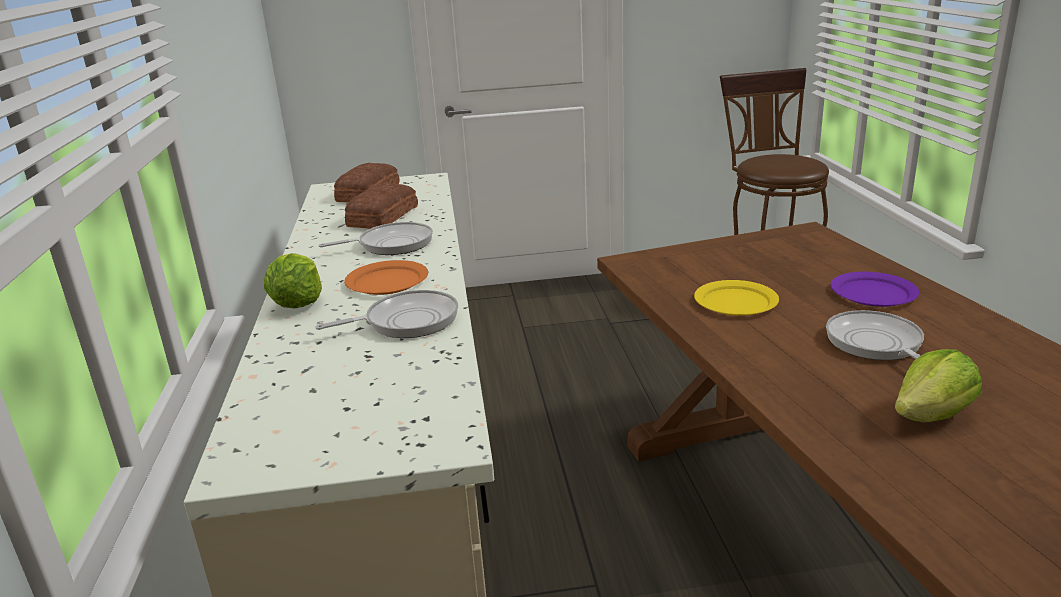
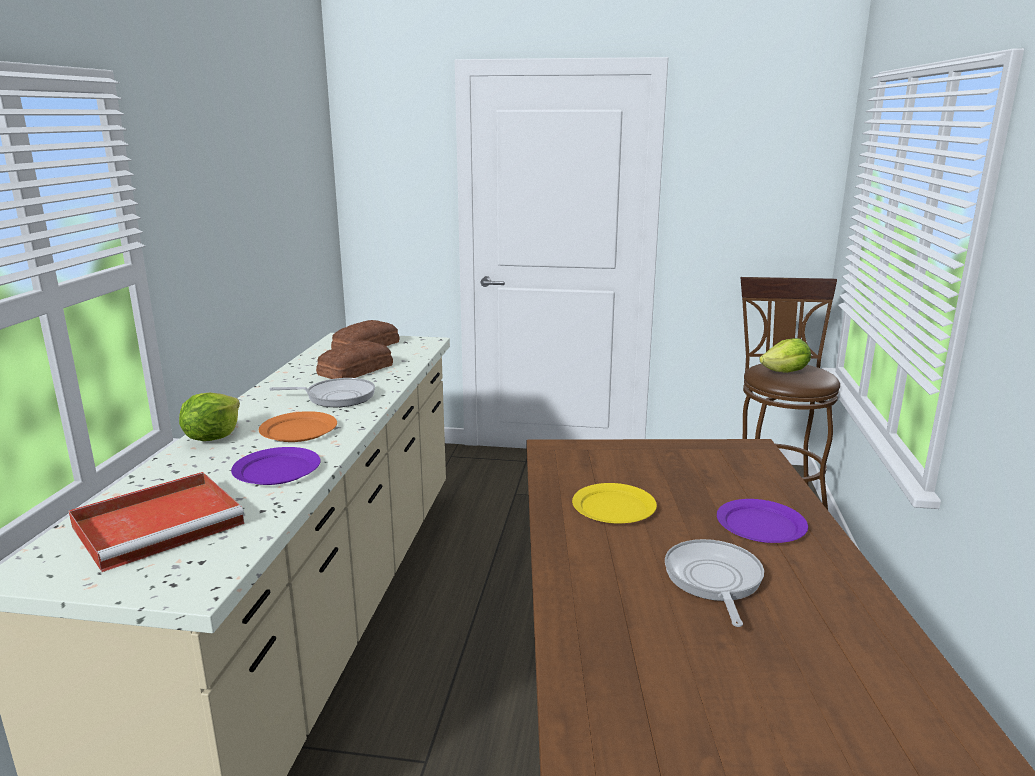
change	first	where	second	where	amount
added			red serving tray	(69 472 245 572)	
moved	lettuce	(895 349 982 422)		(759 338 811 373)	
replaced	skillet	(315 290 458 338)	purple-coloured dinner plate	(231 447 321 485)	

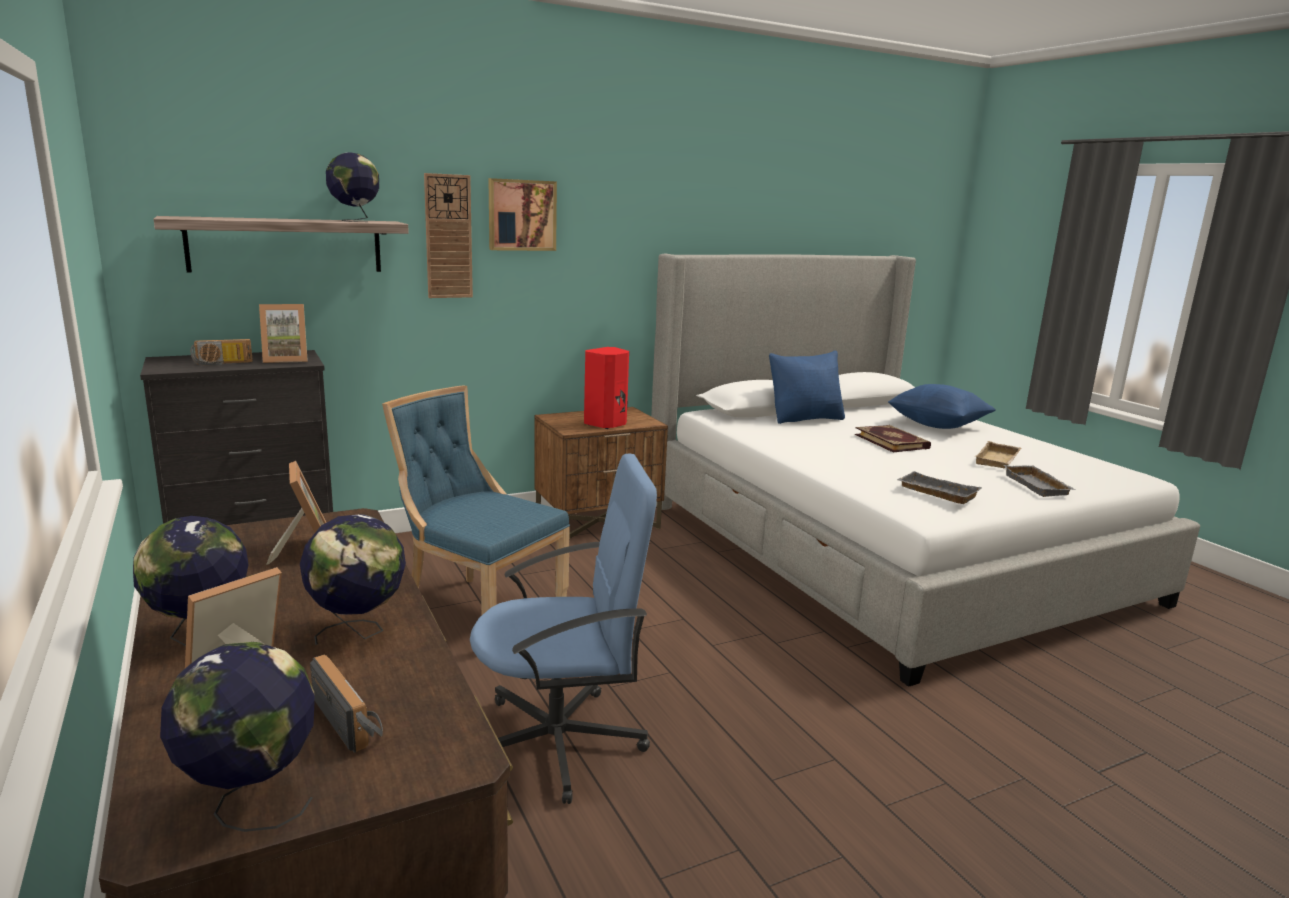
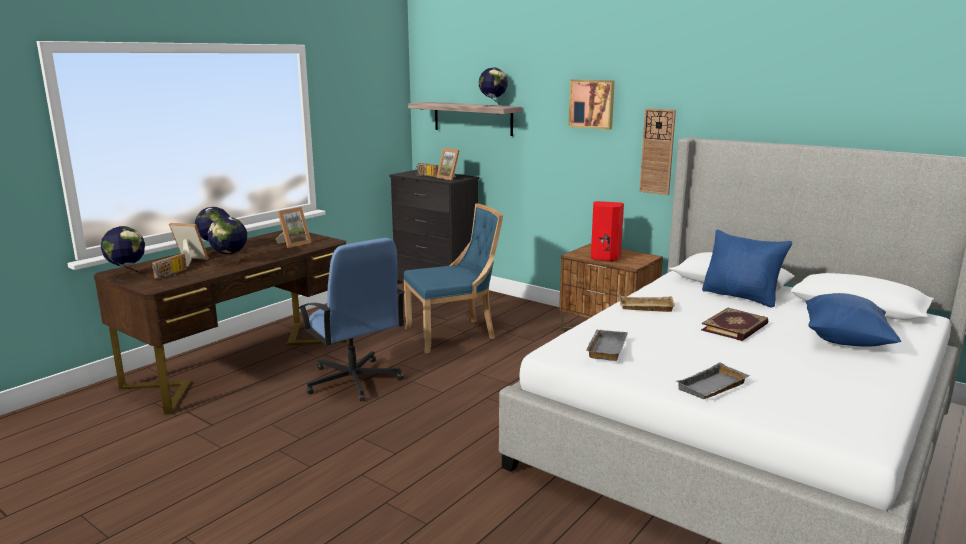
change	first	where	second	where	amount
moved	wall clock	(424 173 473 298)		(639 108 676 195)	
moved	beige serving tray	(975 441 1021 468)		(619 296 675 312)	
turned	blue-coloured plain chair	(382 386 570 616)		(404 203 503 353)	60 degrees clockwise

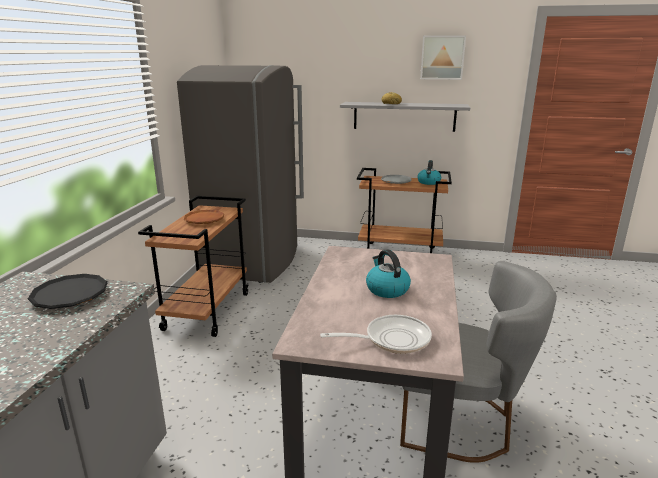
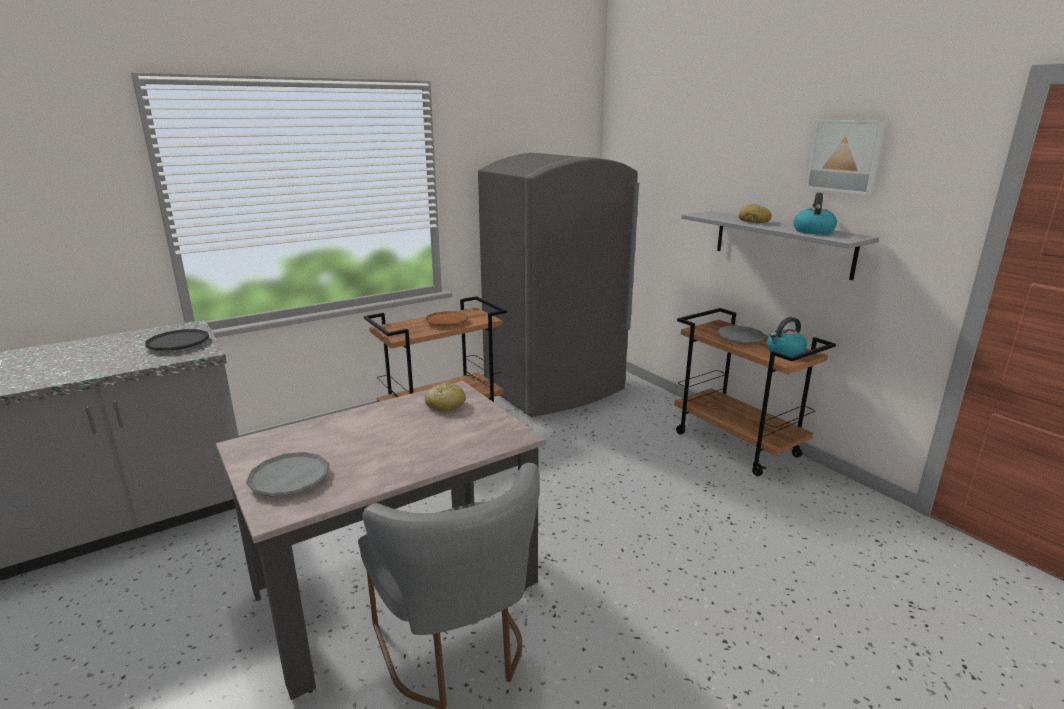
change	first	where	second	where	amount
added			baked bread	(425 383 466 412)	
moved	tea kettle	(366 249 411 298)		(794 193 837 234)	
replaced	skillet	(320 315 432 354)	gray dinner plate	(246 452 329 497)	

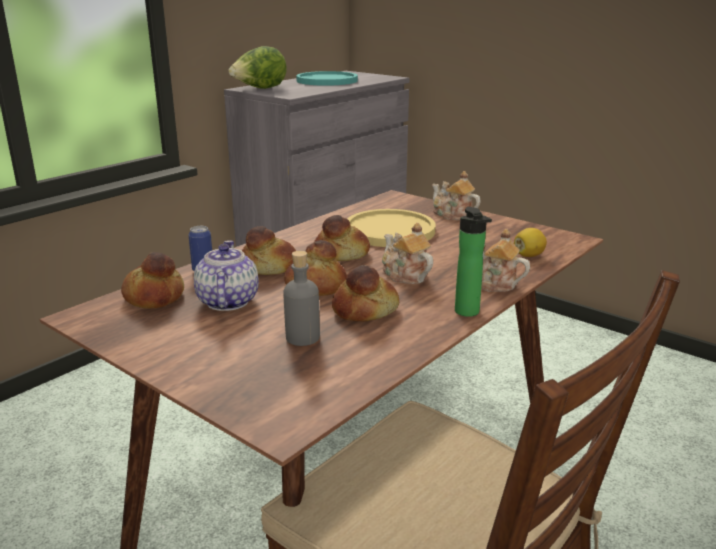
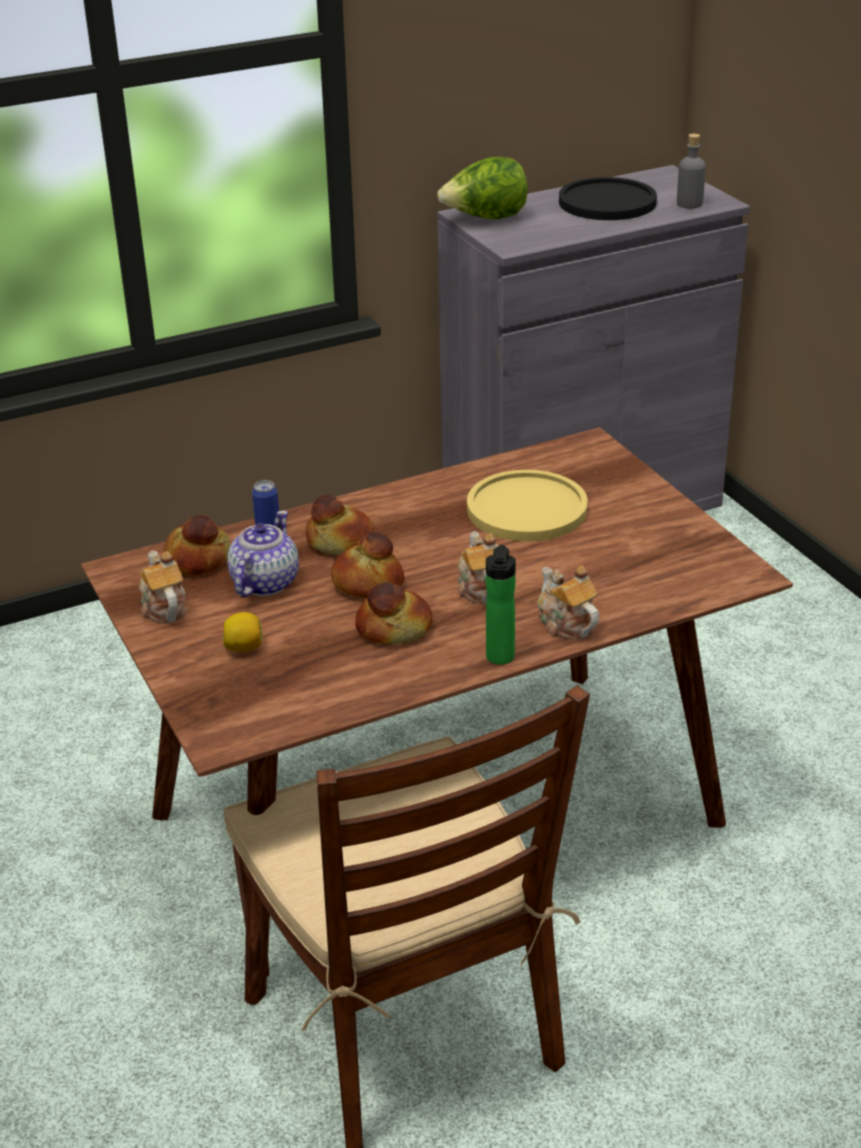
change	first	where	second	where	amount
removed	baked bread	(314 215 370 261)			
moved	gray drink bottle	(283 251 320 346)		(677 134 706 209)	
moved	teapot	(432 171 481 220)		(139 551 187 623)	
moved	lemon	(514 228 547 257)		(222 612 263 652)	
recoloured	turquoise dinner plate	(296 71 358 86)	blackish dinner plate	(559 177 657 220)	

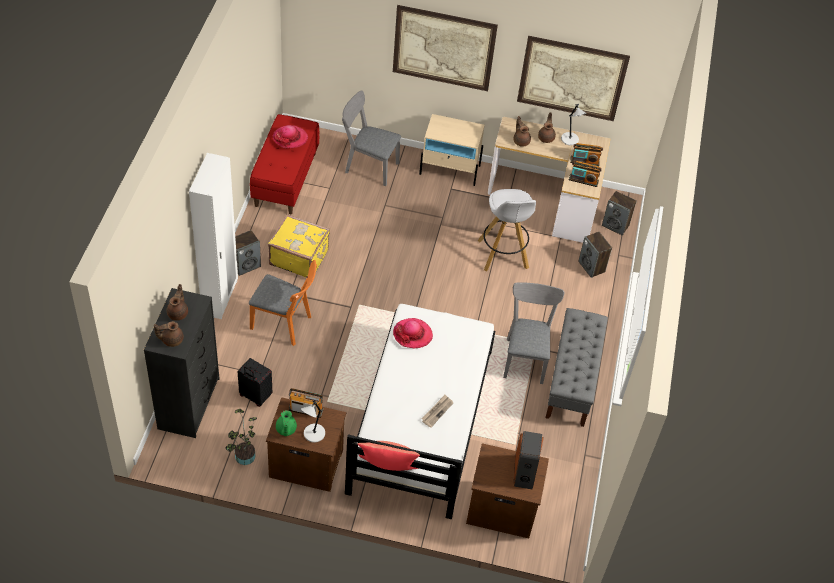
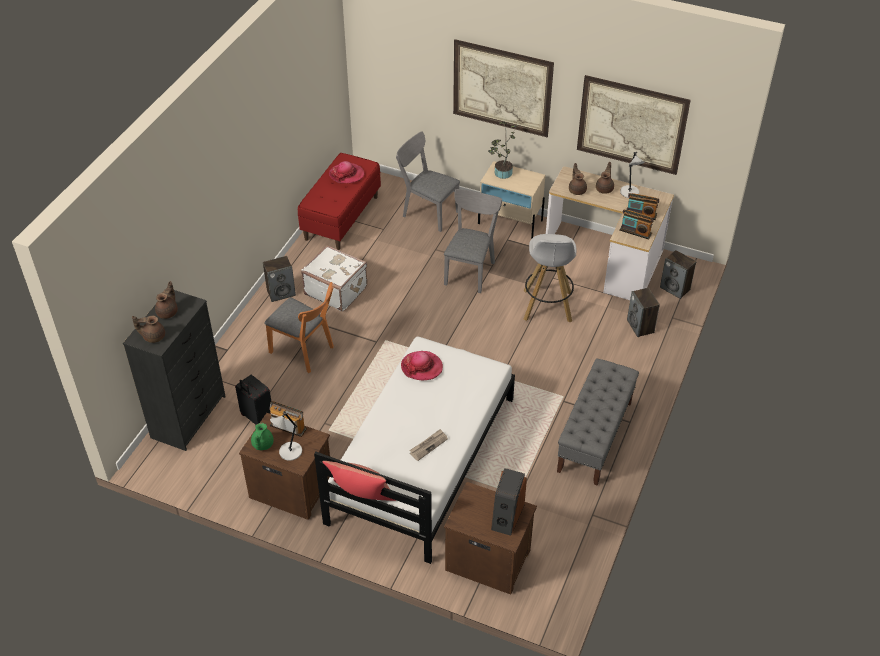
change	first	where	second	where	amount
removed	whitish clothes cupboard	(189 153 238 319)			
moved	potted plant	(225 409 257 465)		(488 122 517 179)	
moved	gray plain chair	(503 282 565 384)		(444 189 502 293)	
recoloured	yellow travel case	(268 214 330 278)	whitish travel case	(301 245 367 311)	

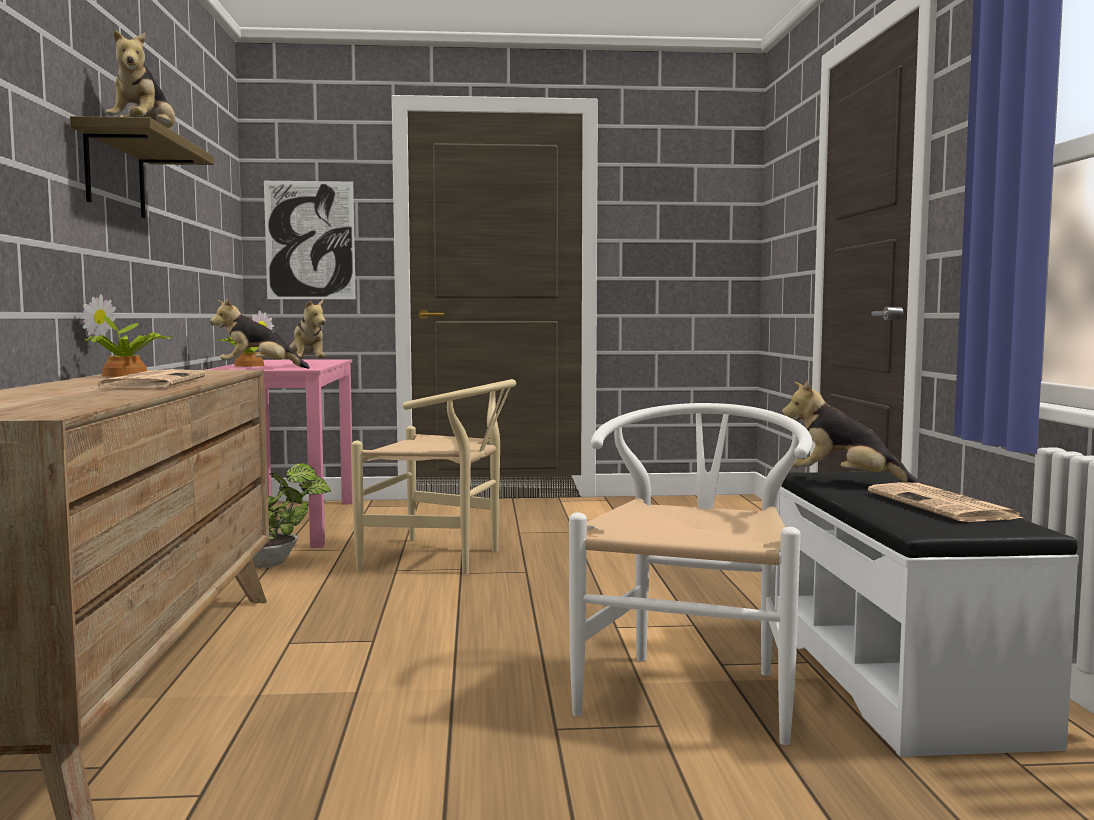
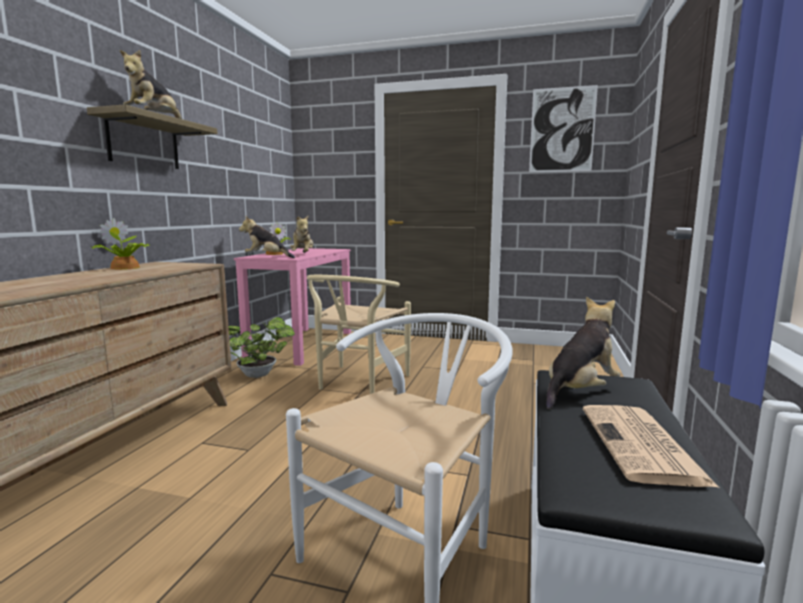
change	first	where	second	where	amount
removed	printed paper	(91 369 206 389)			
moved	picture	(264 181 356 299)		(529 85 598 172)	
turned	beige plain chair	(351 379 516 574)		(307 275 411 394)	75 degrees clockwise
turned	soft toy	(782 381 921 483)		(546 296 620 409)	90 degrees clockwise

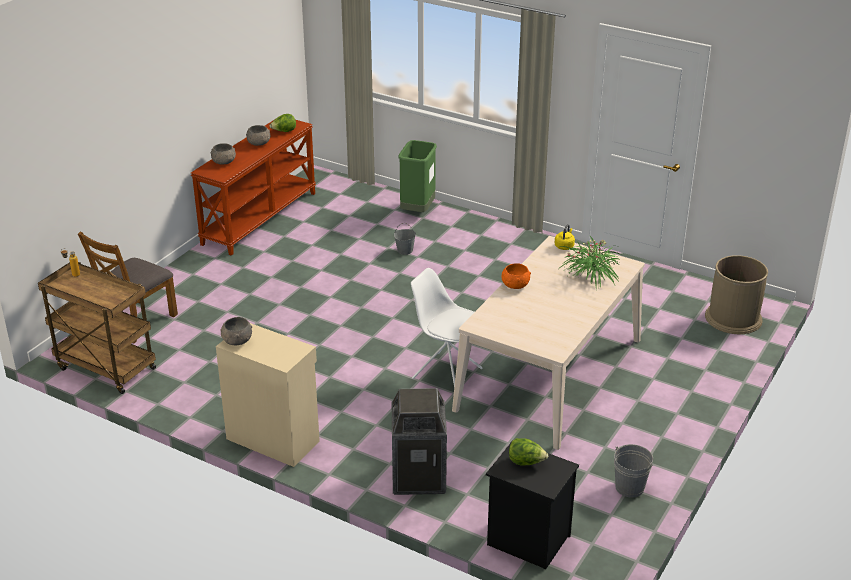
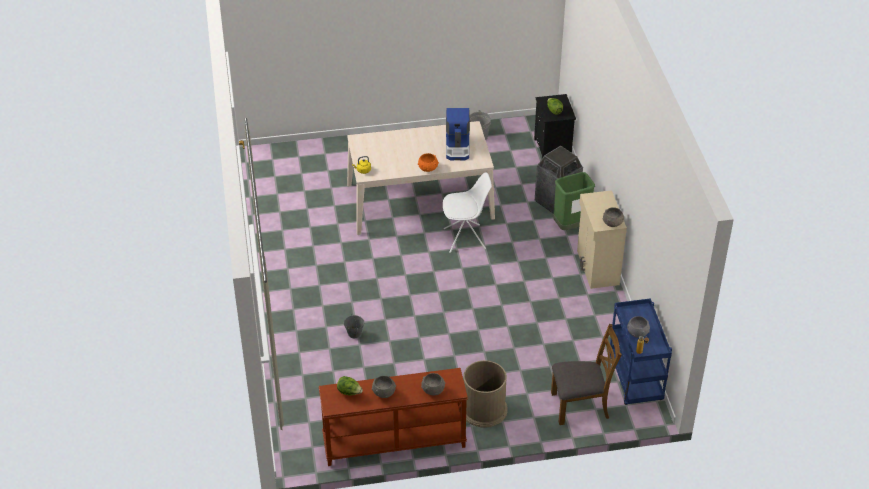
change	first	where	second	where	amount
removed	potted plant	(560 235 622 289)			
added			coffee brewer	(446 108 470 161)	
added			gray serving bowl	(627 316 650 338)	
moved	greenish rubbish bin	(398 140 437 212)		(553 172 595 230)	
moved	brown rubbish bin	(705 255 768 334)		(463 360 508 428)	
recoloured	brown trolley	(38 262 156 394)	blue-coloured trolley	(610 298 672 405)	
turned	whitish plain chair	(411 268 482 386)		(443 172 492 253)	90 degrees counterclockwise

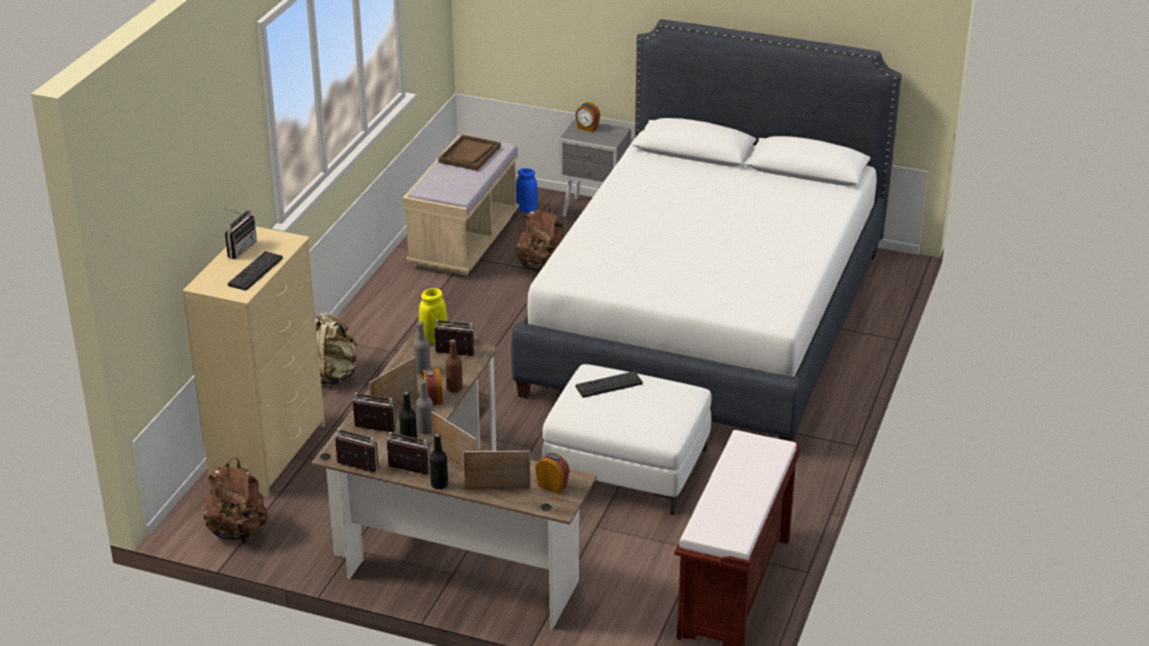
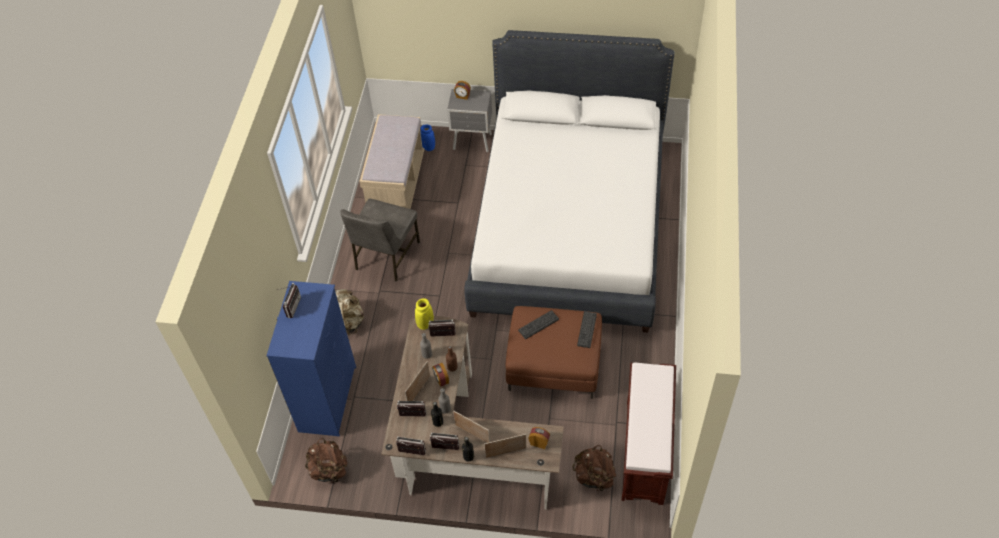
change	first	where	second	where	amount
removed	brown serving tray	(438 135 501 171)			
added			gray plain chair	(340 199 420 282)	
moved	computer keyboard	(228 251 283 291)		(577 311 597 348)	
moved	brown rucksack	(516 204 564 272)		(572 445 616 492)	
recoloured	beige dresser	(183 226 325 497)	blue-coloured dresser	(266 281 356 436)	
recoloured	whitish pouffe	(542 364 712 515)	brown pouffe	(506 306 602 399)	

